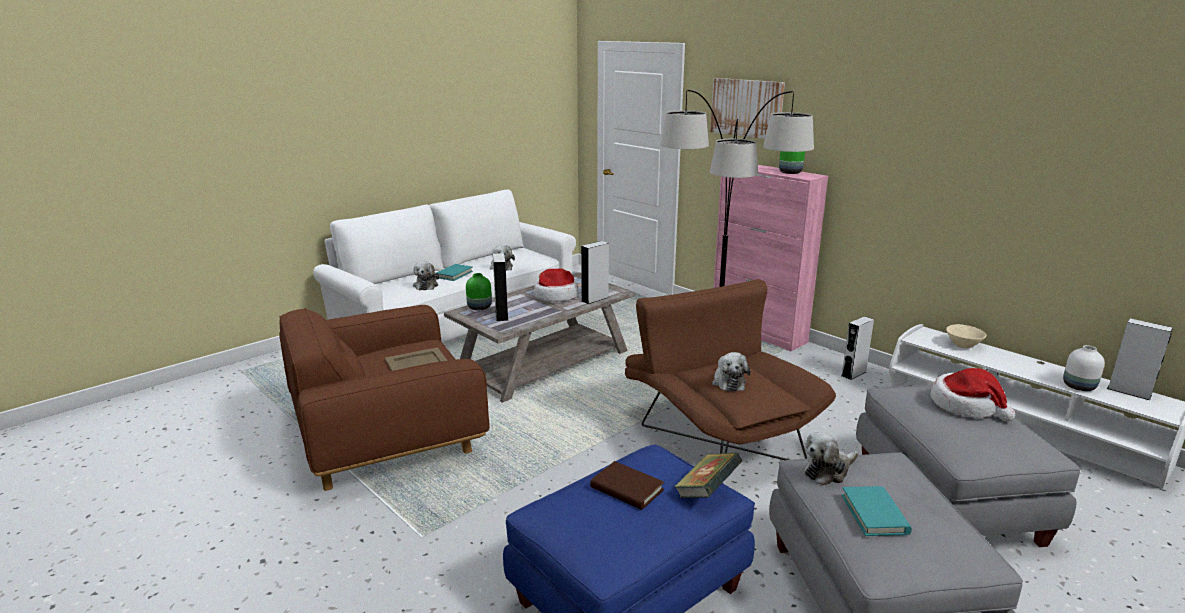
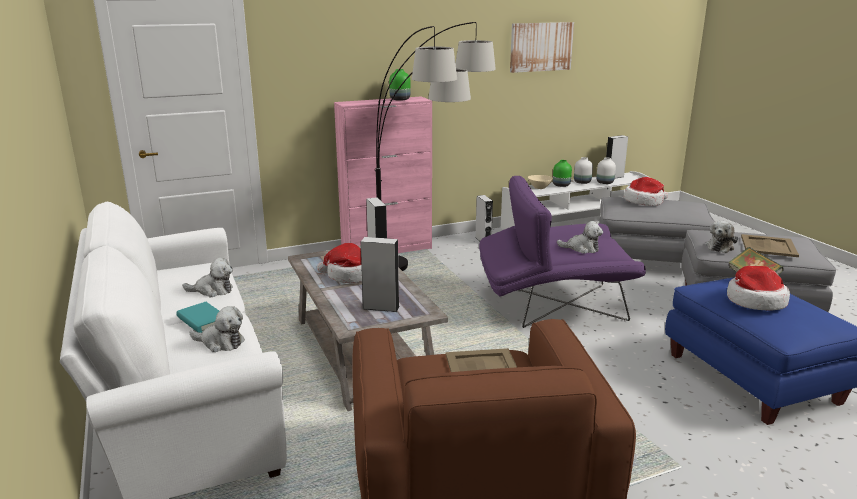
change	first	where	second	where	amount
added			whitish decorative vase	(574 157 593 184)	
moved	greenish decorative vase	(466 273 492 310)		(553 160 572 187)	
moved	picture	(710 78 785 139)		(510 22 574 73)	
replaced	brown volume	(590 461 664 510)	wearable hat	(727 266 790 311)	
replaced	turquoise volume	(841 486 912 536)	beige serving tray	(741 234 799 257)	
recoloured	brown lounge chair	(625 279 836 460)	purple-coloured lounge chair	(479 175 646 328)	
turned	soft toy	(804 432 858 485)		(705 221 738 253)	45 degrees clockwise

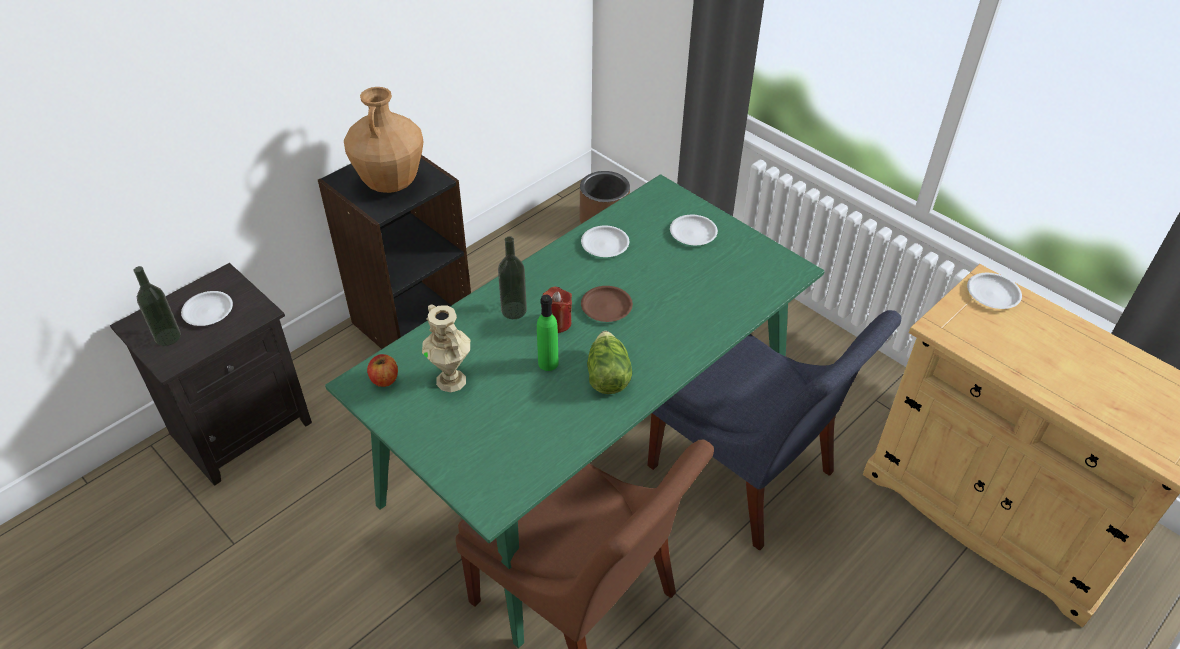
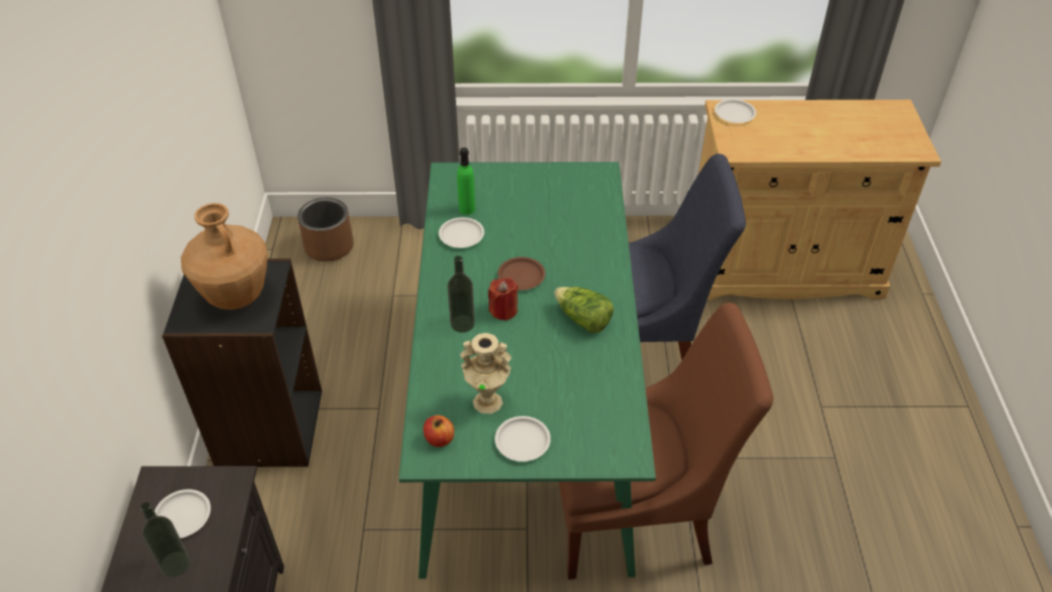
change	first	where	second	where	amount
moved	greenish drink bottle	(537 294 559 371)		(457 147 476 215)	
moved	whitish dinner plate	(670 215 718 245)		(495 416 551 462)	

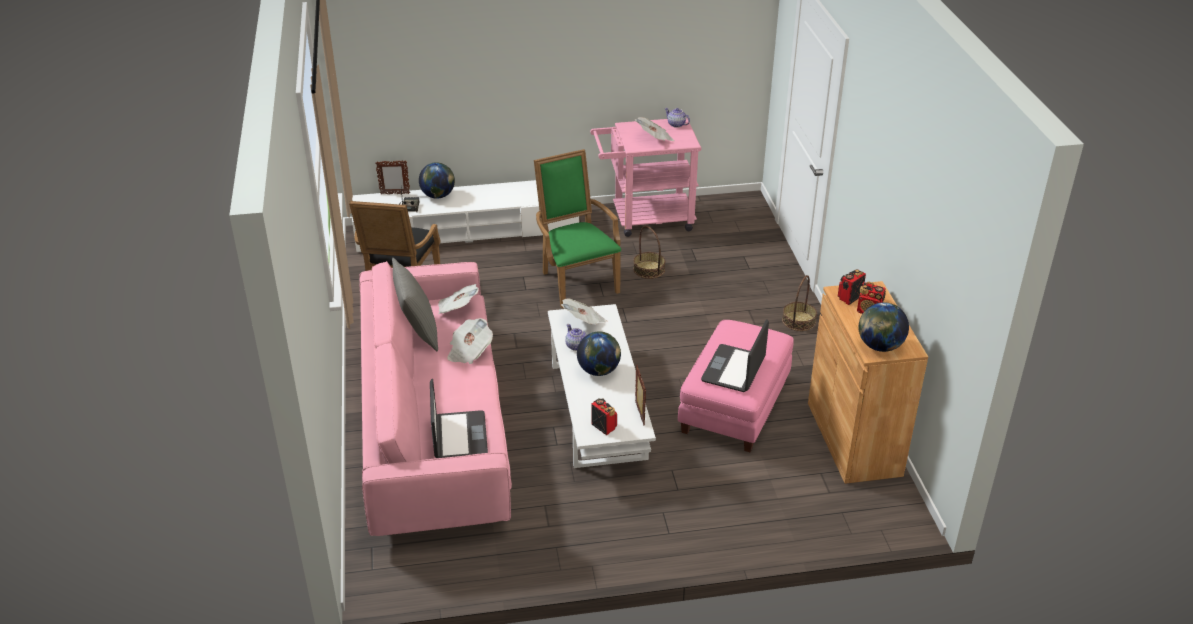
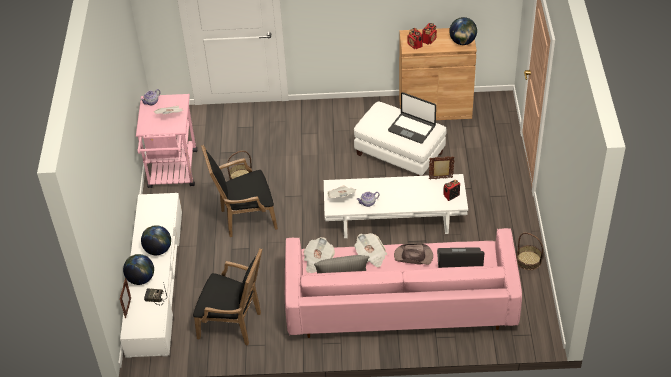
change	first	where	second	where	amount
added			brown wearable hat	(394 244 433 265)	
moved	world globe	(577 331 621 376)		(141 225 171 255)	
moved	storage basket	(782 275 817 331)		(516 232 543 270)	
recoloured	greenish lounge chair	(534 149 621 308)	blackish lounge chair	(201 145 278 237)	
recoloured	pink pouffe	(678 320 794 452)	whitish pouffe	(354 101 447 176)	

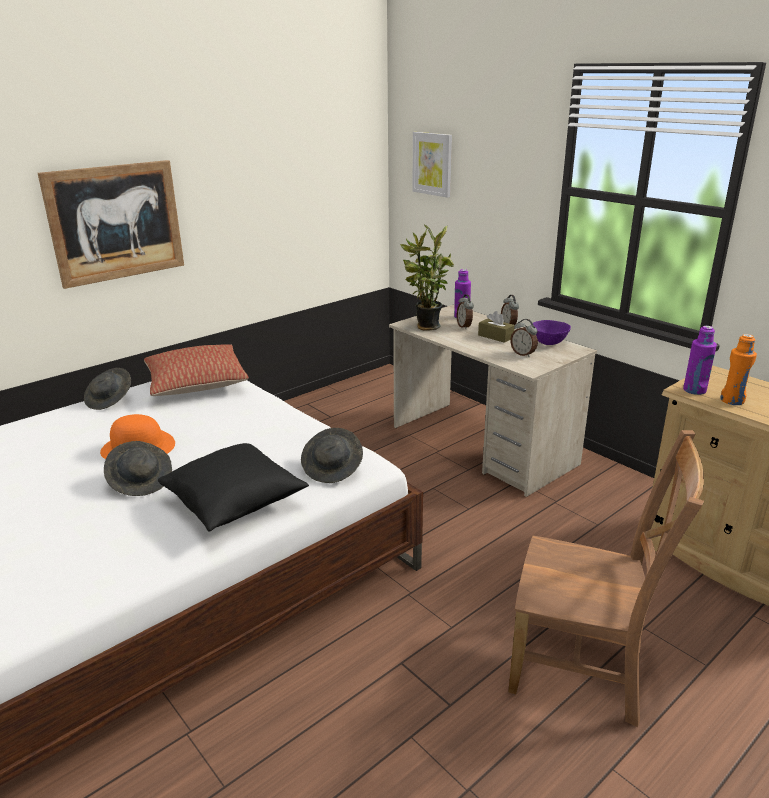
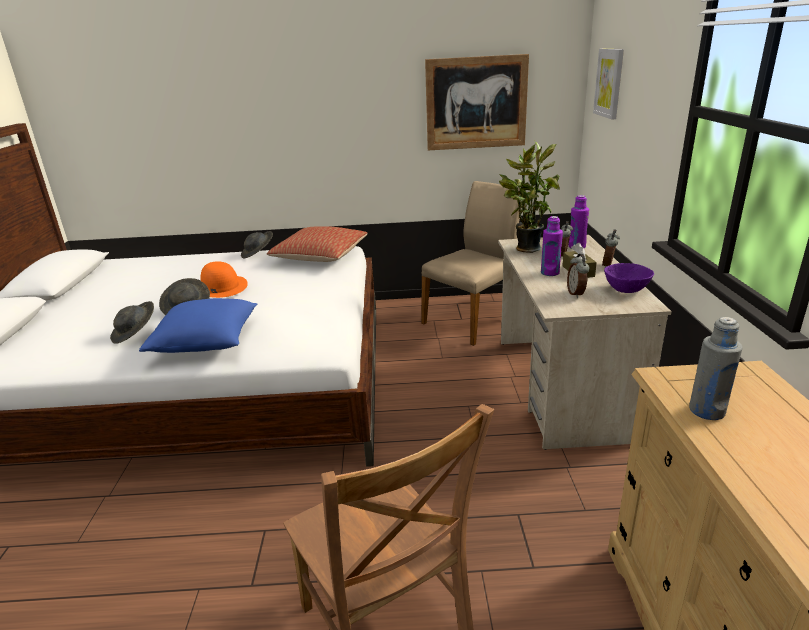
change	first	where	second	where	amount
added			beige plain chair	(421 181 521 346)	
moved	picture	(38 160 184 289)		(425 54 529 150)	
moved	gray wearable hat	(301 428 363 483)		(110 301 154 344)	
moved	purple-coloured drink bottle	(683 326 717 395)		(541 216 563 276)	
recoloured	blackish cushion	(158 443 309 532)	blue-coloured cushion	(139 298 258 353)	
recoloured	orange-coloured drink bottle	(720 334 757 405)	gray drink bottle	(689 317 743 420)	

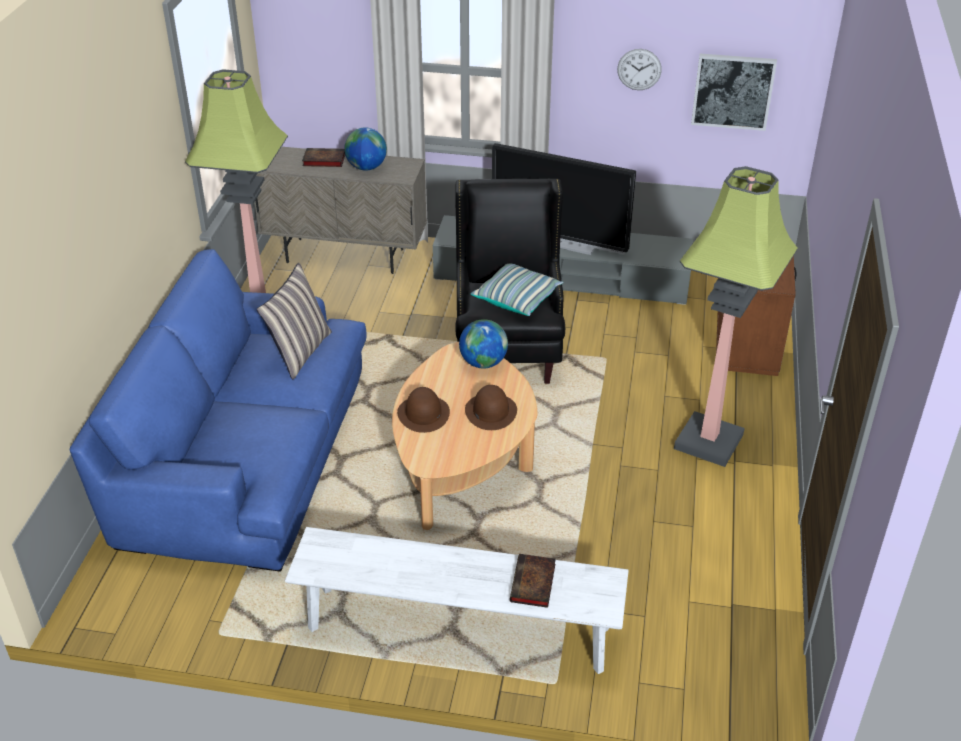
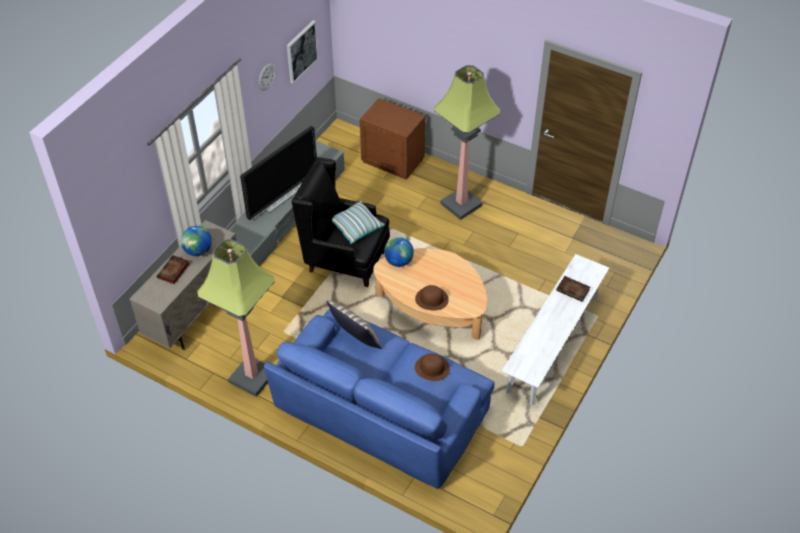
change	first	where	second	where	amount
moved	brown wearable hat	(465 385 517 430)		(415 353 450 381)	

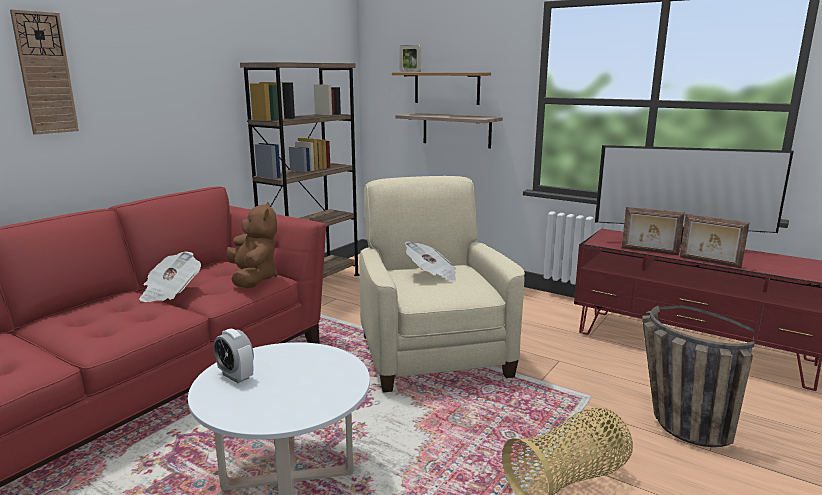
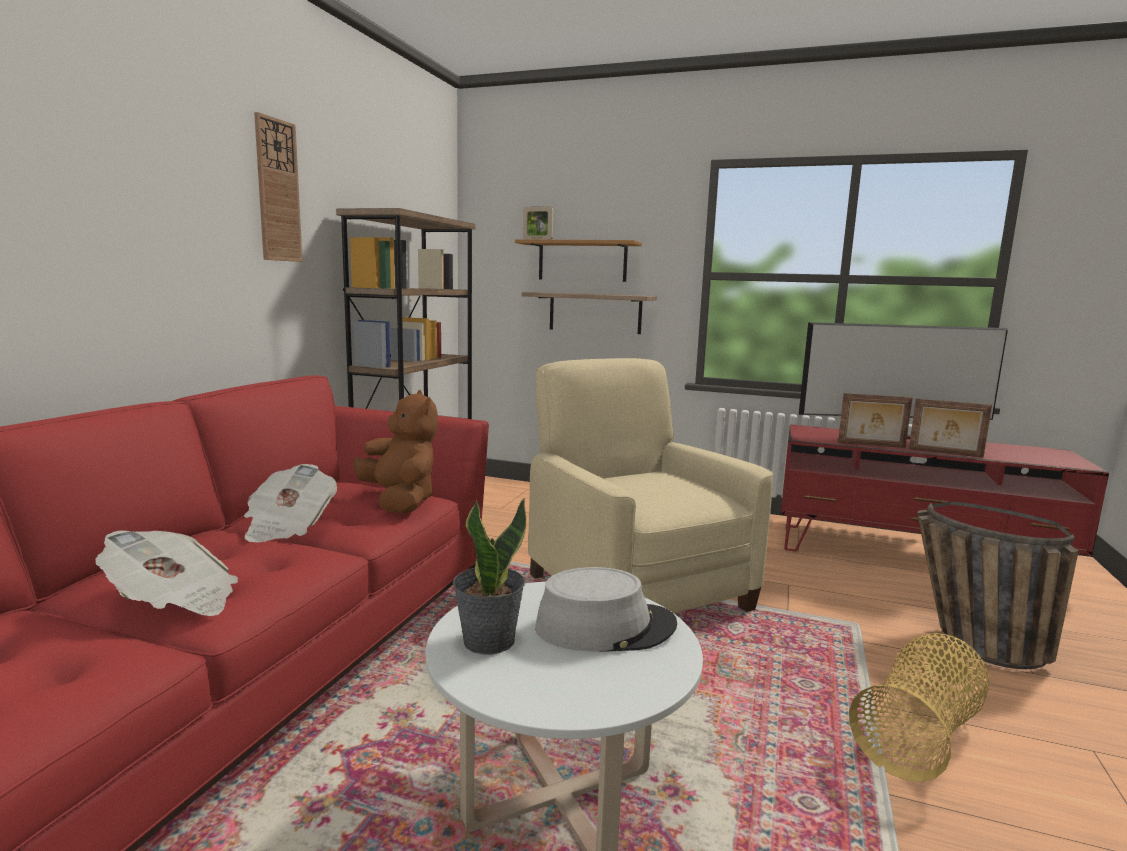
change	first	where	second	where	amount
added			gray wearable hat	(535 567 677 652)	
moved	wall clock	(10 9 79 135)		(254 112 303 262)	
moved	printed paper	(405 241 456 281)		(95 530 238 616)	
replaced	table clock	(213 328 254 383)	potted plant	(453 498 526 655)	

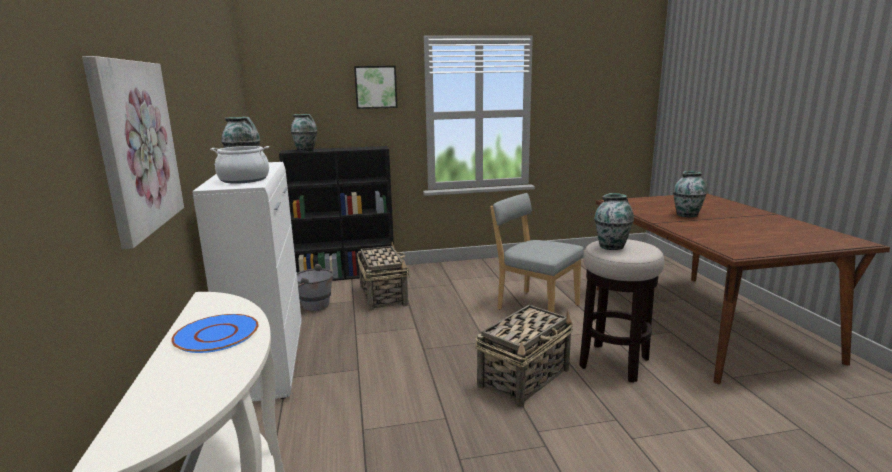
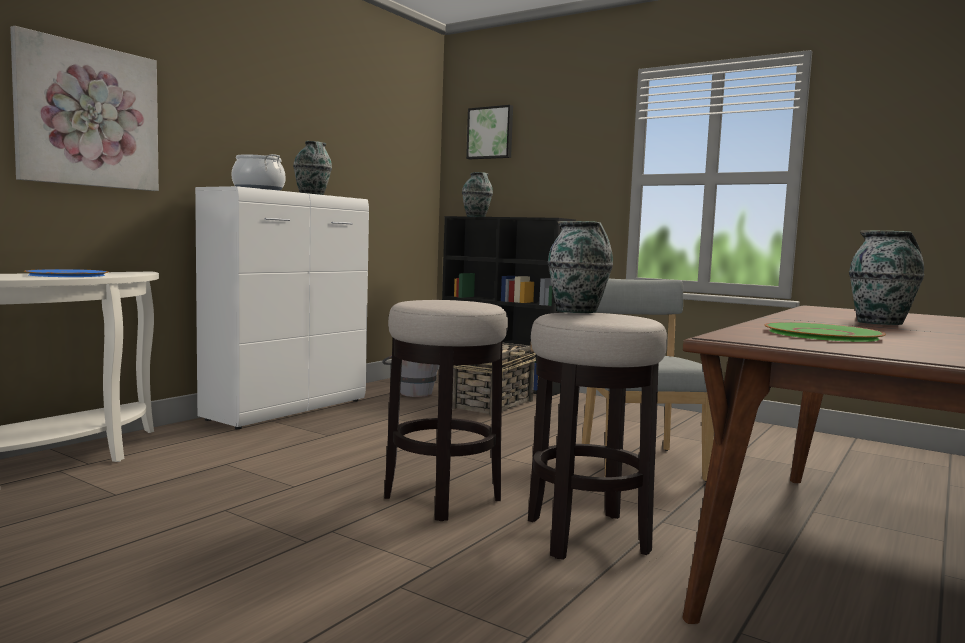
change	first	where	second	where	amount
added			greenish dinner plate	(765 322 886 342)	
moved	picture	(354 66 398 109)		(466 105 513 159)	
replaced	storage basket	(475 305 573 407)	stool seat	(384 300 508 521)	

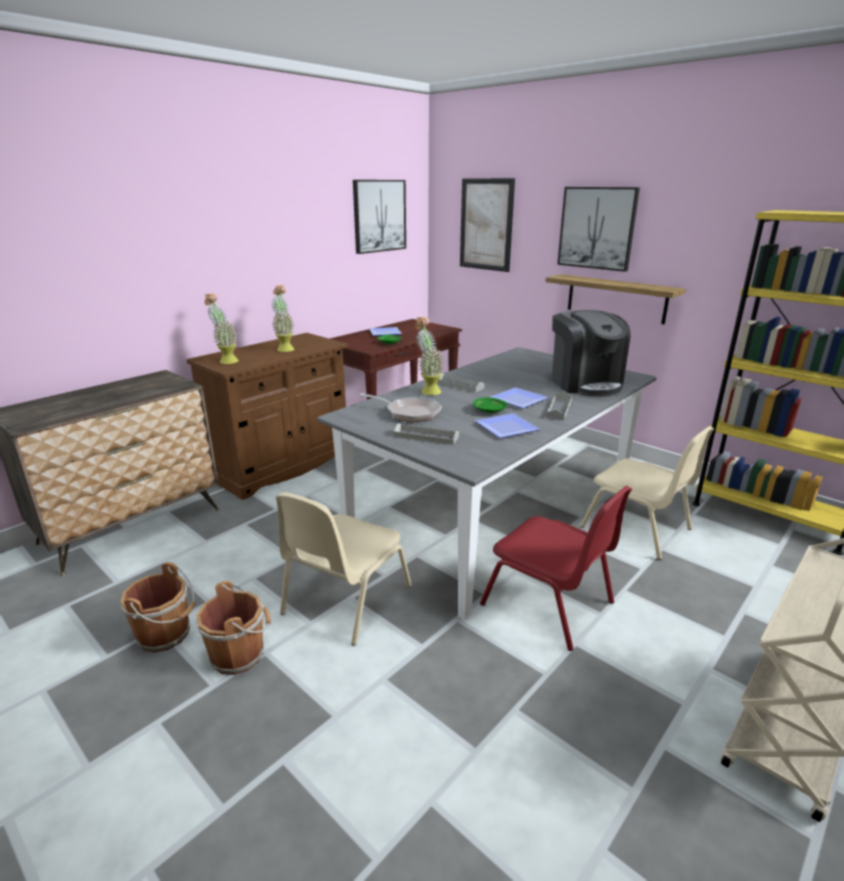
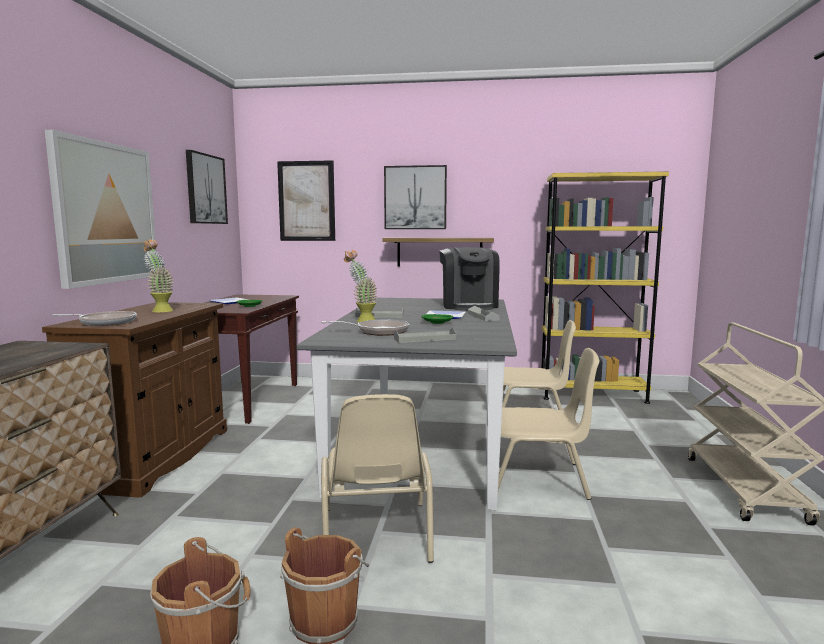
change	first	where	second	where	amount
removed	dinner plate	(475 413 540 438)			
added			picture	(45 130 157 289)	
replaced	potted plant	(204 293 239 364)	skillet	(52 311 137 326)	
recoloured	red plain chair	(480 486 632 651)	beige plain chair	(498 348 599 500)	
turned	coffee brewer	(552 310 631 397)		(439 247 500 311)	45 degrees clockwise

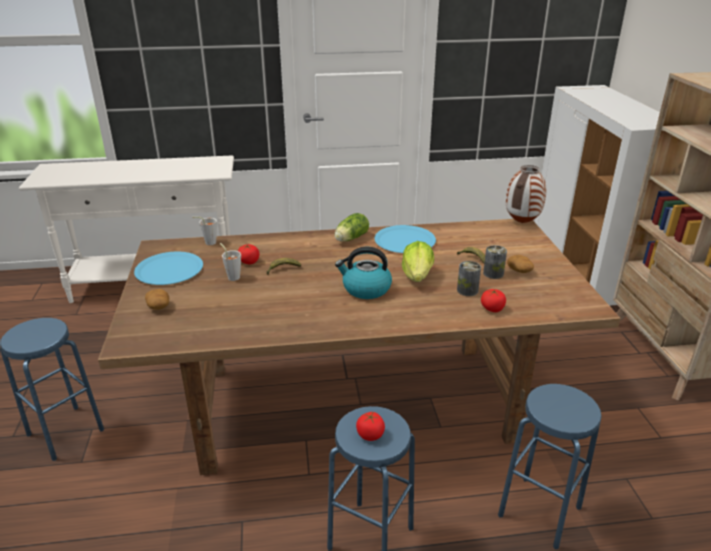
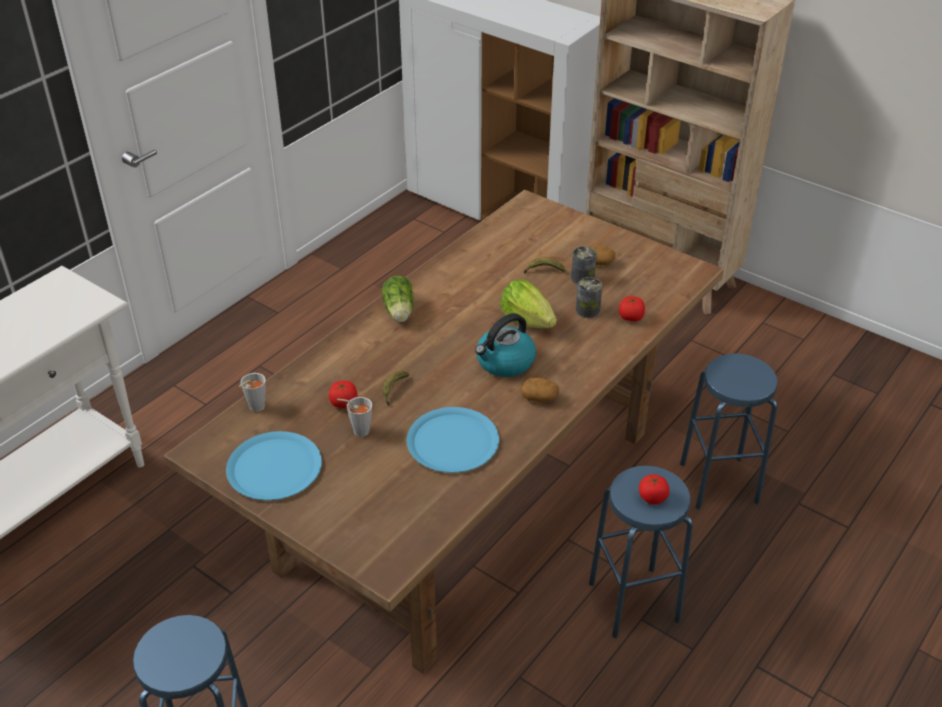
change	first	where	second	where	amount
removed	decorative vase	(506 165 546 223)			
moved	whole potato	(145 289 169 310)		(521 378 559 402)	
moved	blue-coloured dinner plate	(375 225 436 253)		(407 407 499 473)	

